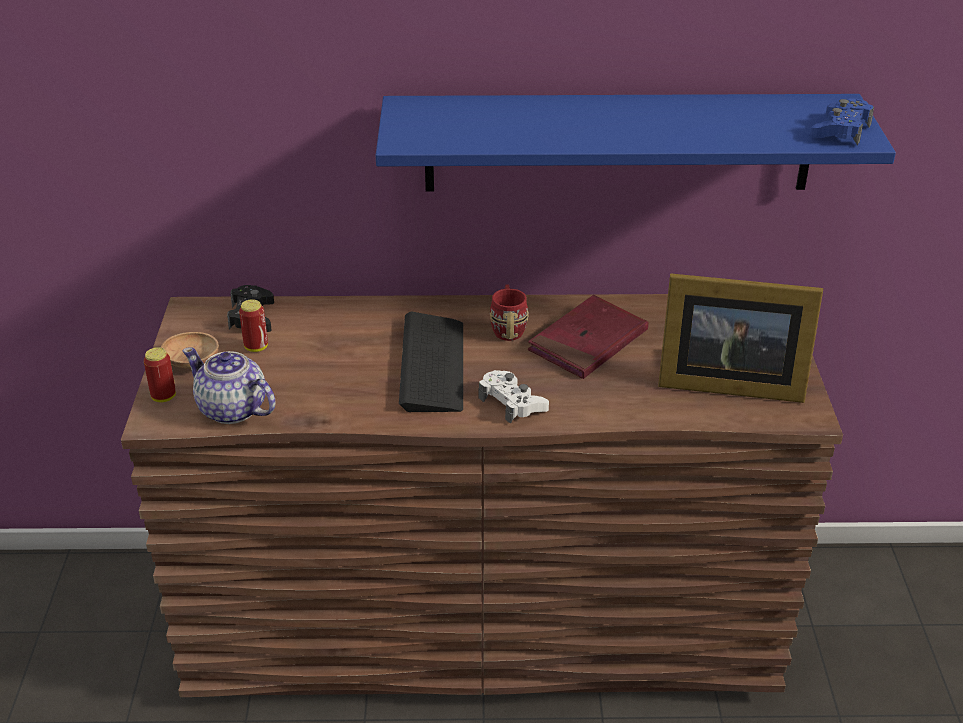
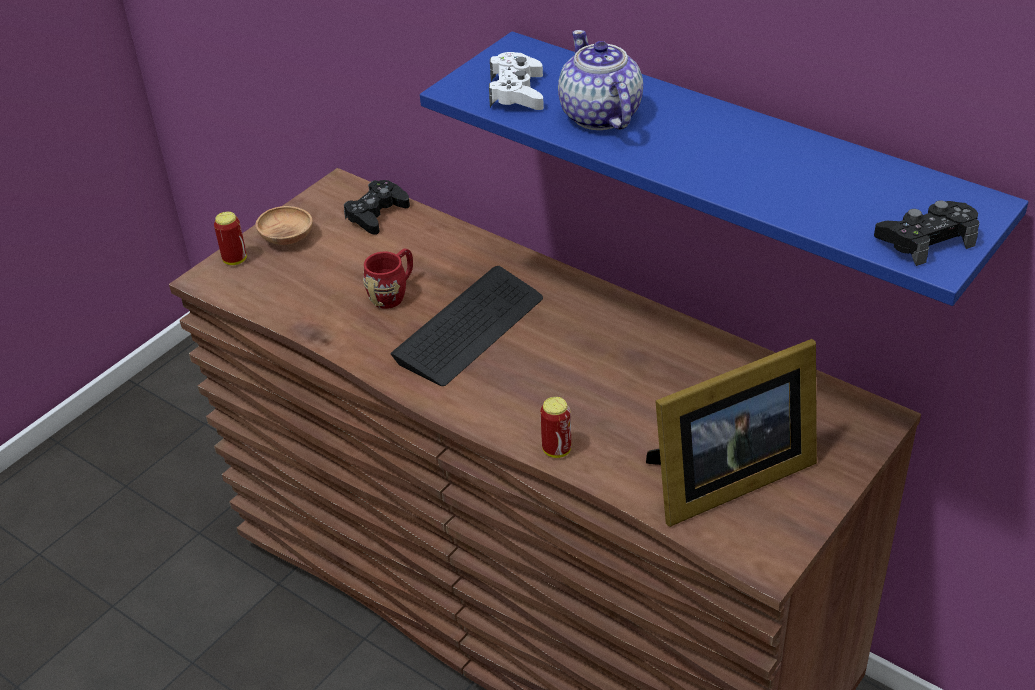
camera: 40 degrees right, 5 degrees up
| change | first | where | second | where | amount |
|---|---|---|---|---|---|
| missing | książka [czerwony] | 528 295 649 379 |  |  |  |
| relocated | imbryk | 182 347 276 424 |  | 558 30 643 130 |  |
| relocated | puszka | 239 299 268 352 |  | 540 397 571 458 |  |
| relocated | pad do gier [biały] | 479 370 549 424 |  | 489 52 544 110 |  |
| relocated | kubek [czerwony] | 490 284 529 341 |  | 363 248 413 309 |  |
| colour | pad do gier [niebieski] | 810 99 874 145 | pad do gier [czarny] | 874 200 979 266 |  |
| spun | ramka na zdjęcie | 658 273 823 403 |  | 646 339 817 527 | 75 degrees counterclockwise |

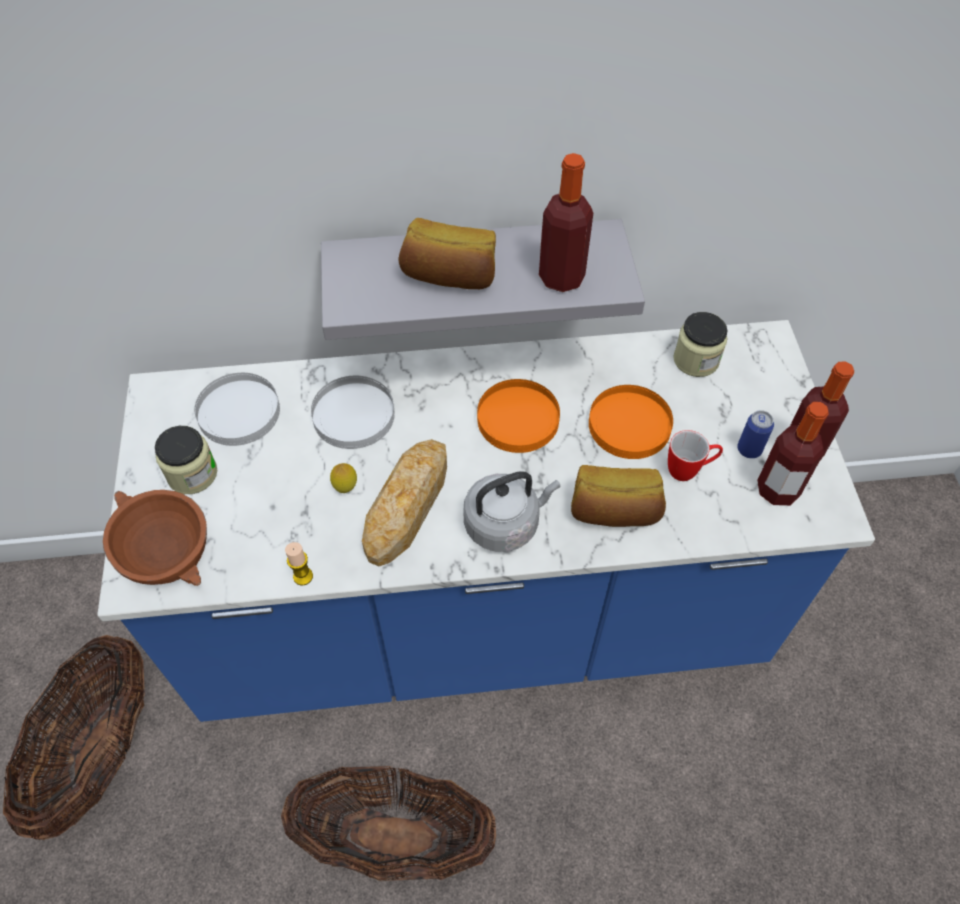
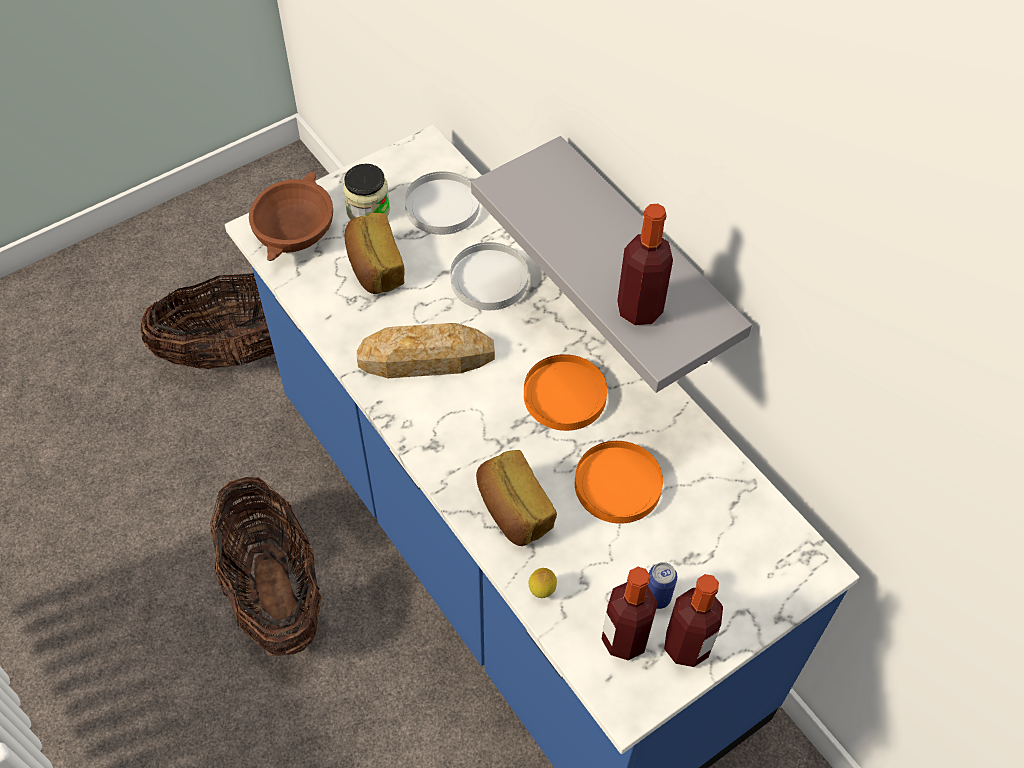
camera: 60 degrees right, 0 degrees up
| change | first | where | second | where | amount |
|---|---|---|---|---|---|
| missing | świeca | 285 542 313 585 |  |  |  |
| missing | czajnik [szary] | 463 471 560 552 |  |  |  |
| missing | kubek | 668 430 723 481 |  |  |  |
| missing | słoik | 673 312 728 377 |  |  |  |
| relocated | cytryna | 330 463 357 493 |  | 529 568 557 598 |  |
| relocated | chleb | 398 218 496 289 |  | 344 213 404 294 |  |

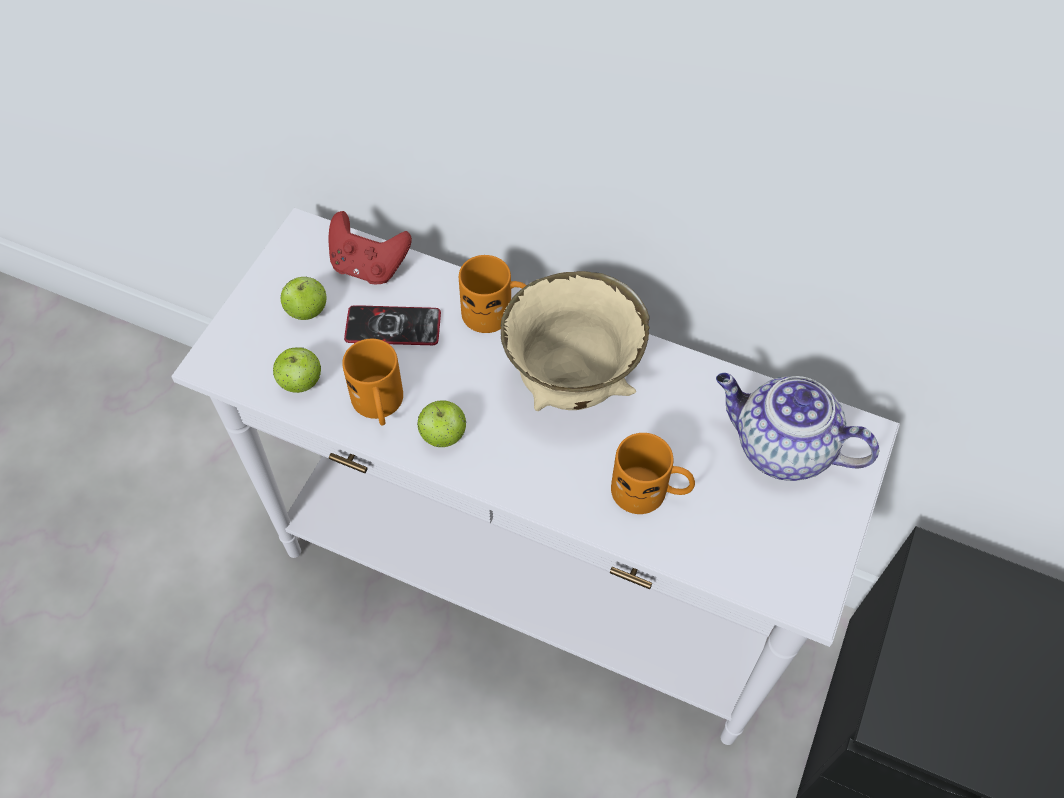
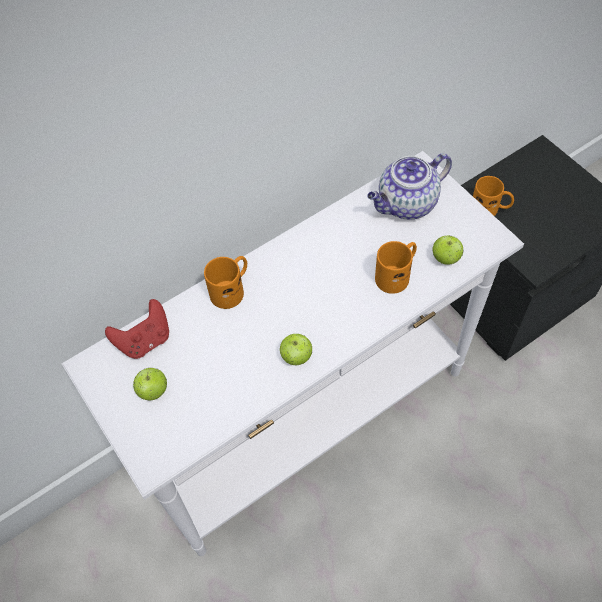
camera: 55 degrees left, 0 degrees up
| change | first | where | second | where | amount |
|---|---|---|---|---|---|
| missing | telefon | 344 305 441 345 |  |  |  |
| missing | miska [beżowy] | 501 271 650 411 |  |  |  |
| relocated | jabłko | 273 347 321 393 |  | 432 235 463 265 |  |
| relocated | kubek [pomarańczowy] | 342 339 403 426 |  | 473 176 514 216 |  |

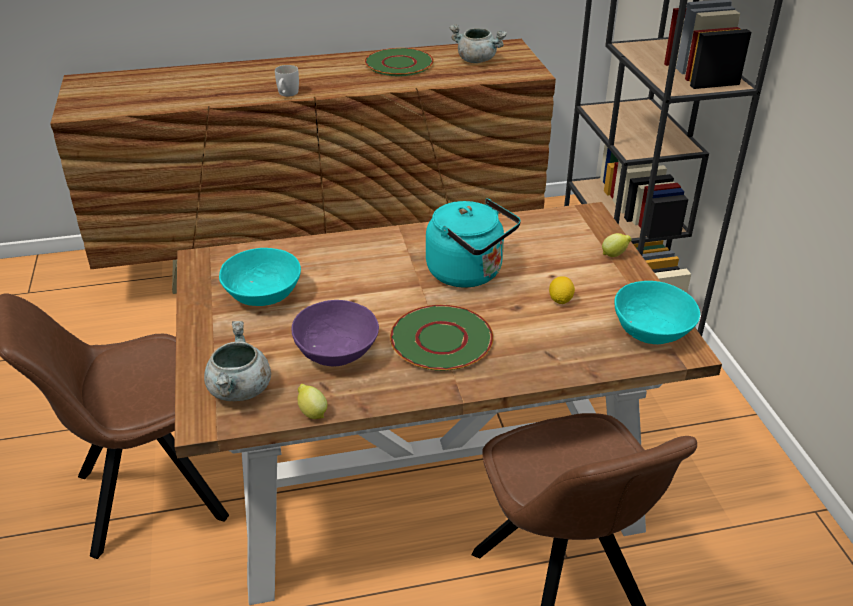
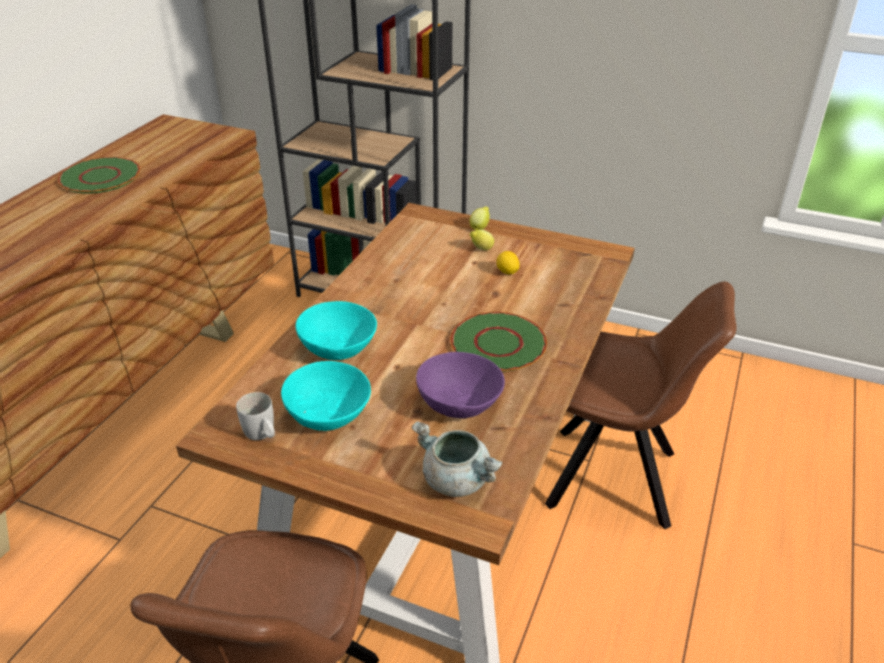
camera: 55 degrees left, 0 degrees up
| change | first | where | second | where | amount |
|---|---|---|---|---|---|
| missing | czajnik [turkusowy] | 426 198 521 288 |  |  |  |
| missing | garnek [szary] | 449 24 507 63 |  |  |  |
| relocated | kubek [biały] | 275 65 299 97 |  | 236 392 275 440 |  |
| relocated | cytryna | 298 384 327 419 |  | 470 229 494 250 |  |
| relocated | miska [turkusowy] | 614 281 700 344 |  | 296 301 377 360 |  |

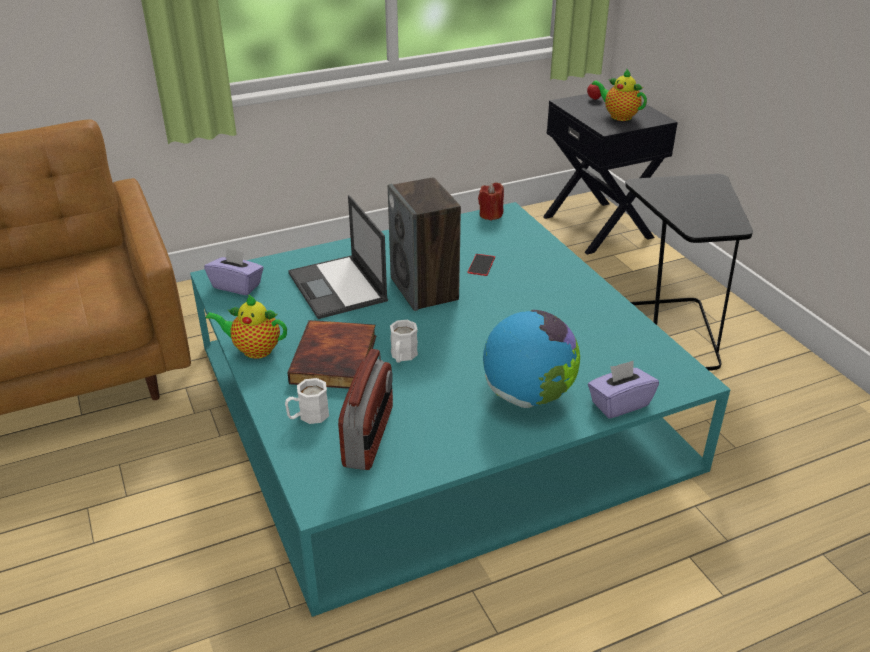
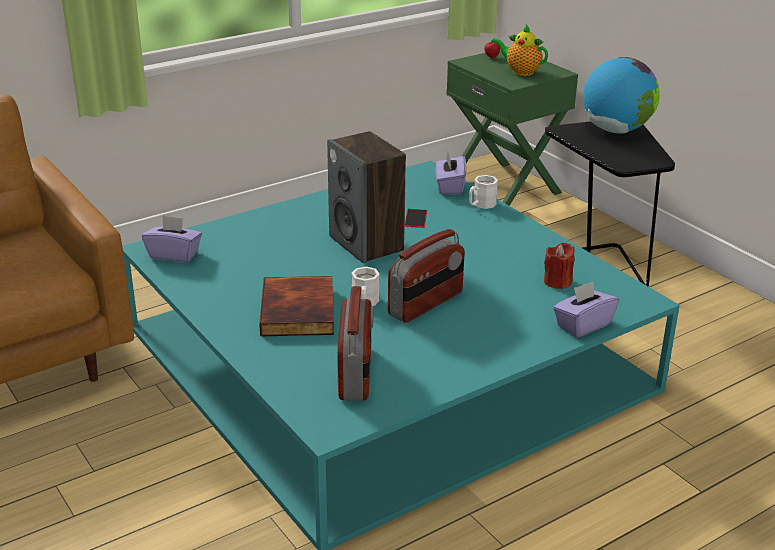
camera: 10 degrees left, 5 degrees down
| change | first | where | second | where | amount |
|---|---|---|---|---|---|
| missing | imbryk | 206 294 287 359 |  |  |  |
| missing | laptop | 288 195 388 319 |  |  |  |
| appeared |  |  | radio | 388 229 465 323 |  |
| appeared |  |  | pudełko chusteczek [fioletowy] | 436 150 466 195 |  |
| relocated | kubek [biały] | 285 378 329 424 |  | 469 175 498 209 |  |
| relocated | świeca [czerwony] | 478 182 504 221 |  | 544 243 575 289 |  |
| relocated | globus | 483 310 580 408 |  | 583 57 660 134 |  |
| colour | szafka nocna [czarny] | 543 94 678 255 | szafka nocna [zielony] | 446 49 578 206 |  |

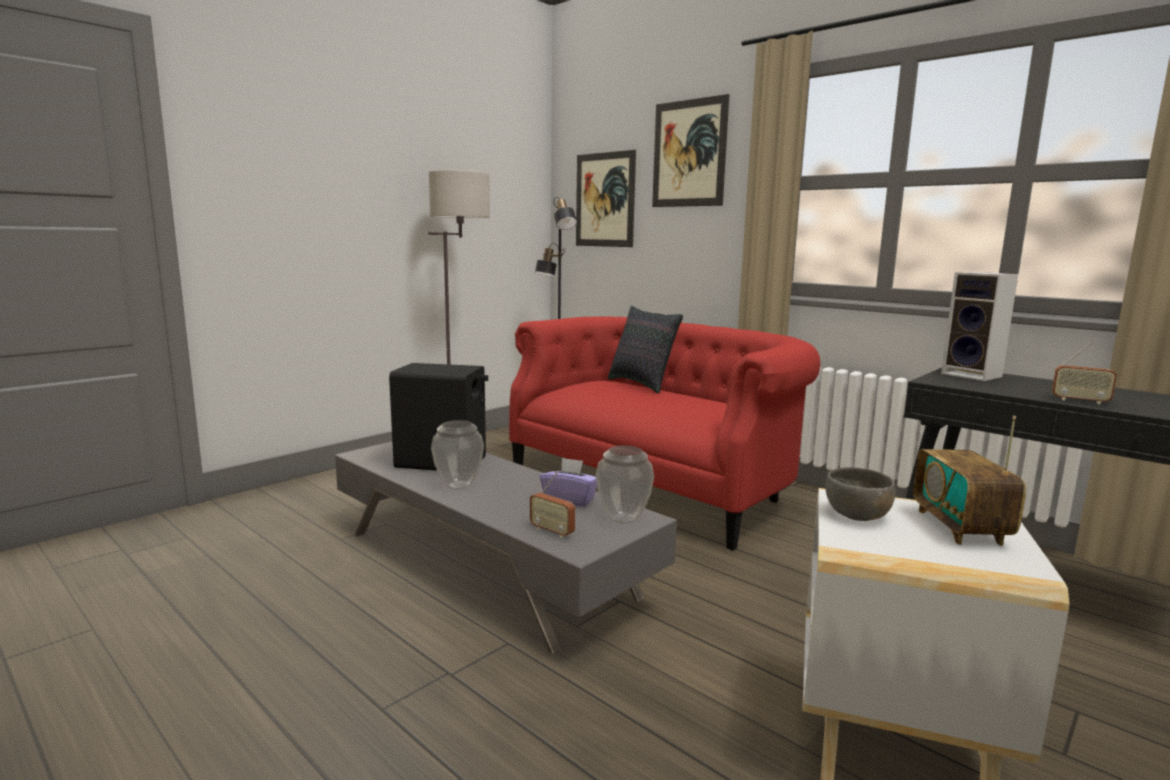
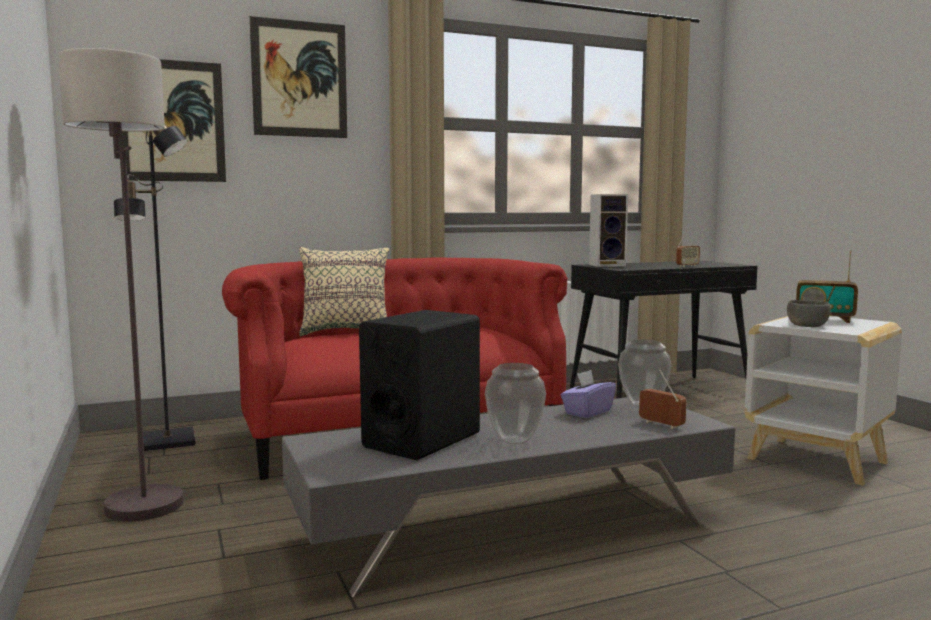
camera: 65 degrees left, 5 degrees down
| change | first | where | second | where | amount |
|---|---|---|---|---|---|
| colour | poduszka [czarny] | 608 306 683 393 | poduszka [beżowy] | 299 247 389 336 |  |
| spun | radio | 530 472 575 538 |  | 639 369 686 429 | 105 degrees counterclockwise |

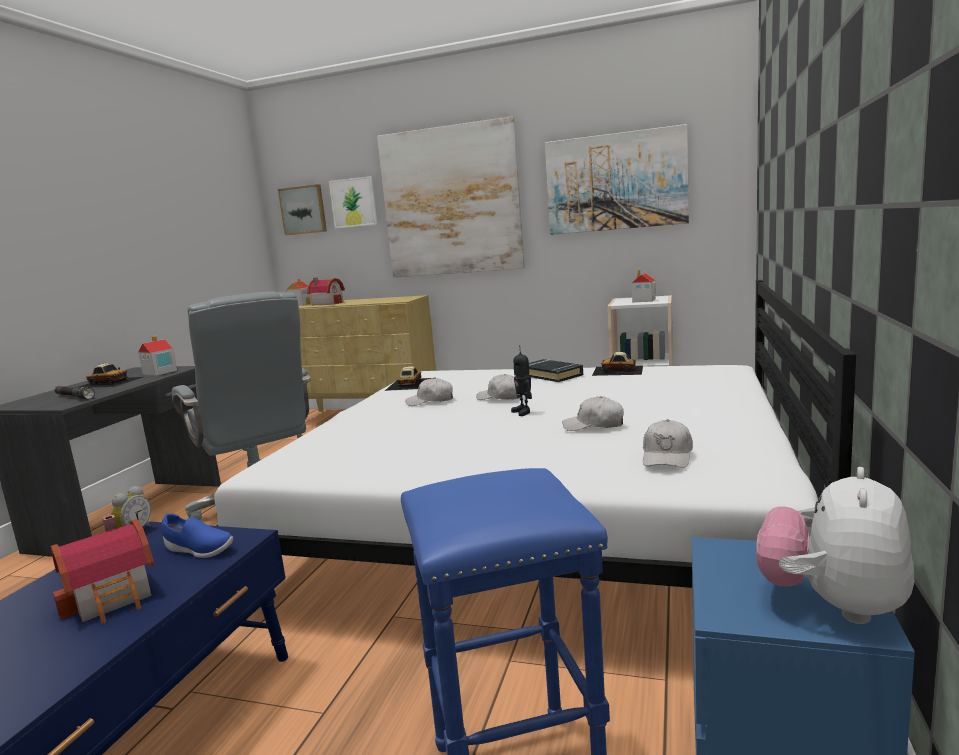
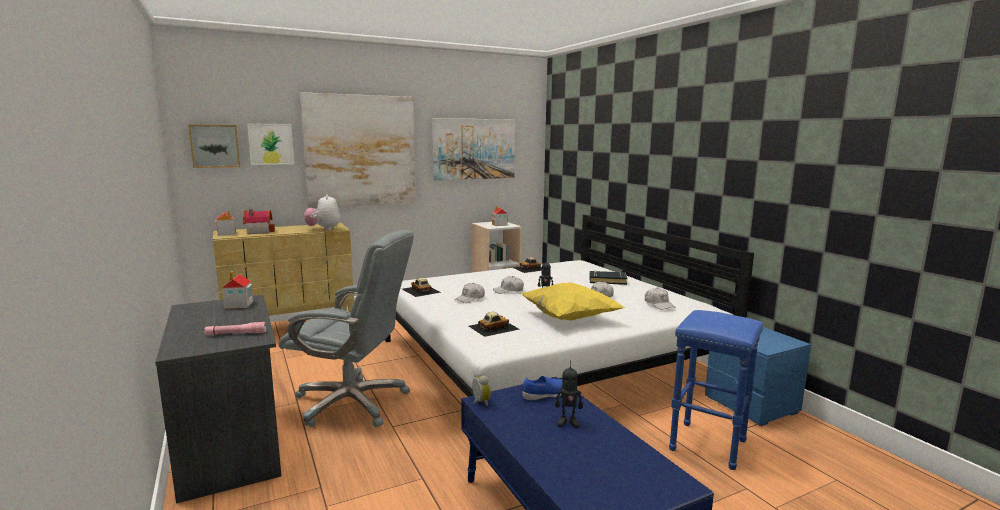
camera: 45 degrees left, 0 degrees up
| change | first | where | second | where | amount |
|---|---|---|---|---|---|
| appeared |  |  | poduszka [żółty] | 519 282 625 321 |  |
| relocated | samochodzik | 75 363 143 388 |  | 469 312 519 337 |  |
| relocated | książka [czarny] | 529 359 583 382 |  | 589 271 627 285 |  |
| relocated | pluszak | 756 467 915 624 |  | 304 194 340 230 |  |
| exchanged | domek | 50 515 154 624 | robot zabawkowy | 555 360 583 428 |  |
| colour | latarka [czarny] | 54 386 95 399 | latarka [różowy] | 204 322 266 335 |  |

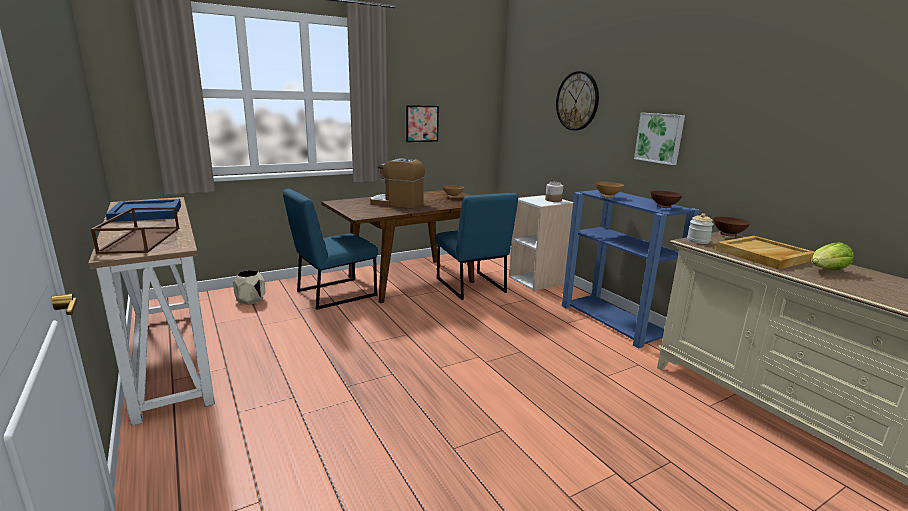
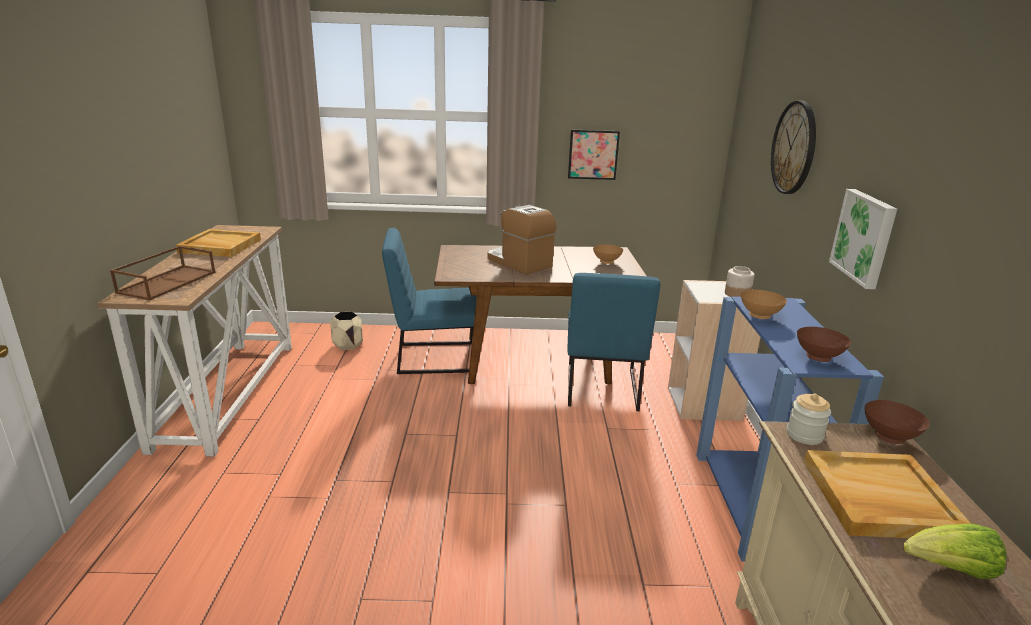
camera: 30 degrees right, 5 degrees up
| change | first | where | second | where | amount |
|---|---|---|---|---|---|
| colour | taca [niebieski] | 106 199 181 222 | taca [beżowy] | 176 229 261 257 |  |

